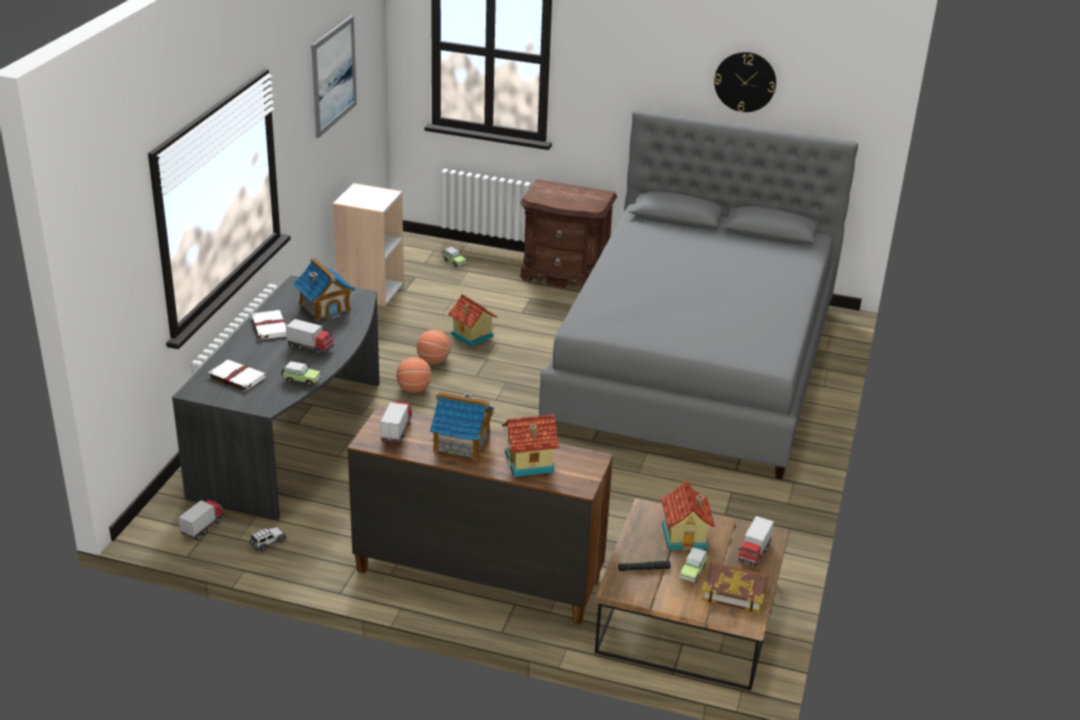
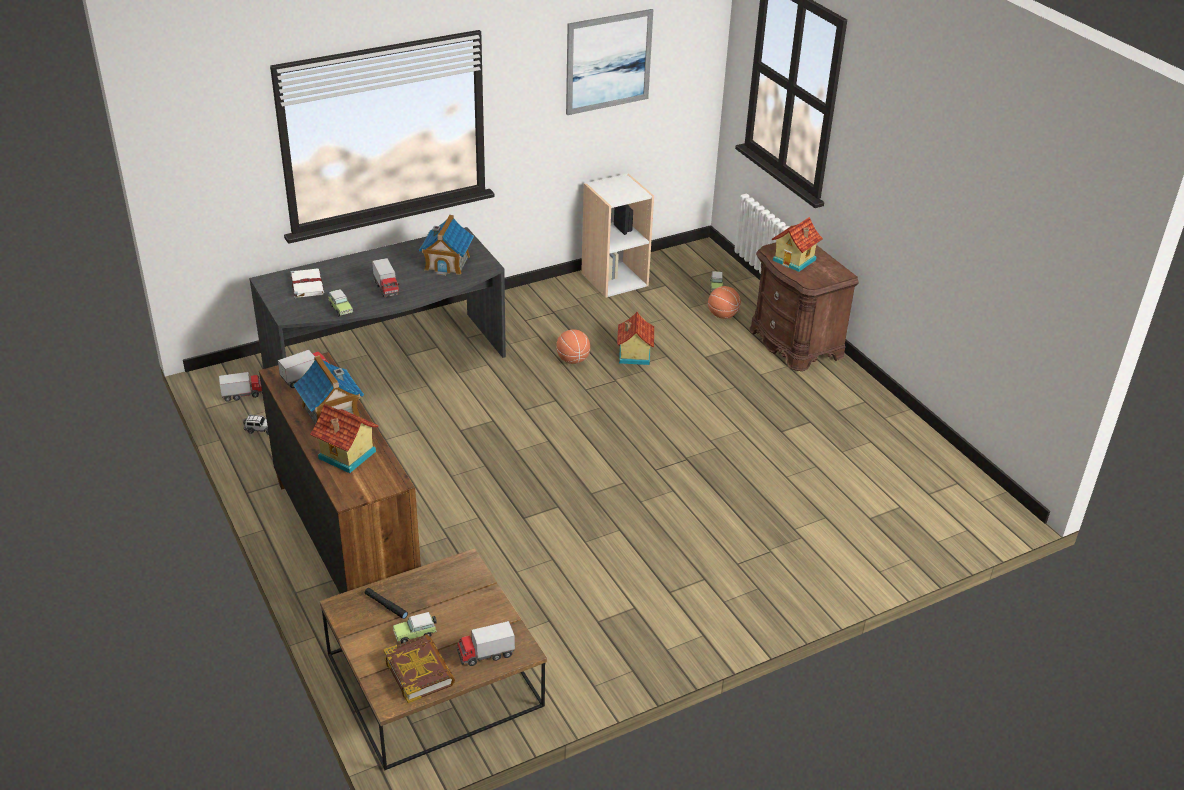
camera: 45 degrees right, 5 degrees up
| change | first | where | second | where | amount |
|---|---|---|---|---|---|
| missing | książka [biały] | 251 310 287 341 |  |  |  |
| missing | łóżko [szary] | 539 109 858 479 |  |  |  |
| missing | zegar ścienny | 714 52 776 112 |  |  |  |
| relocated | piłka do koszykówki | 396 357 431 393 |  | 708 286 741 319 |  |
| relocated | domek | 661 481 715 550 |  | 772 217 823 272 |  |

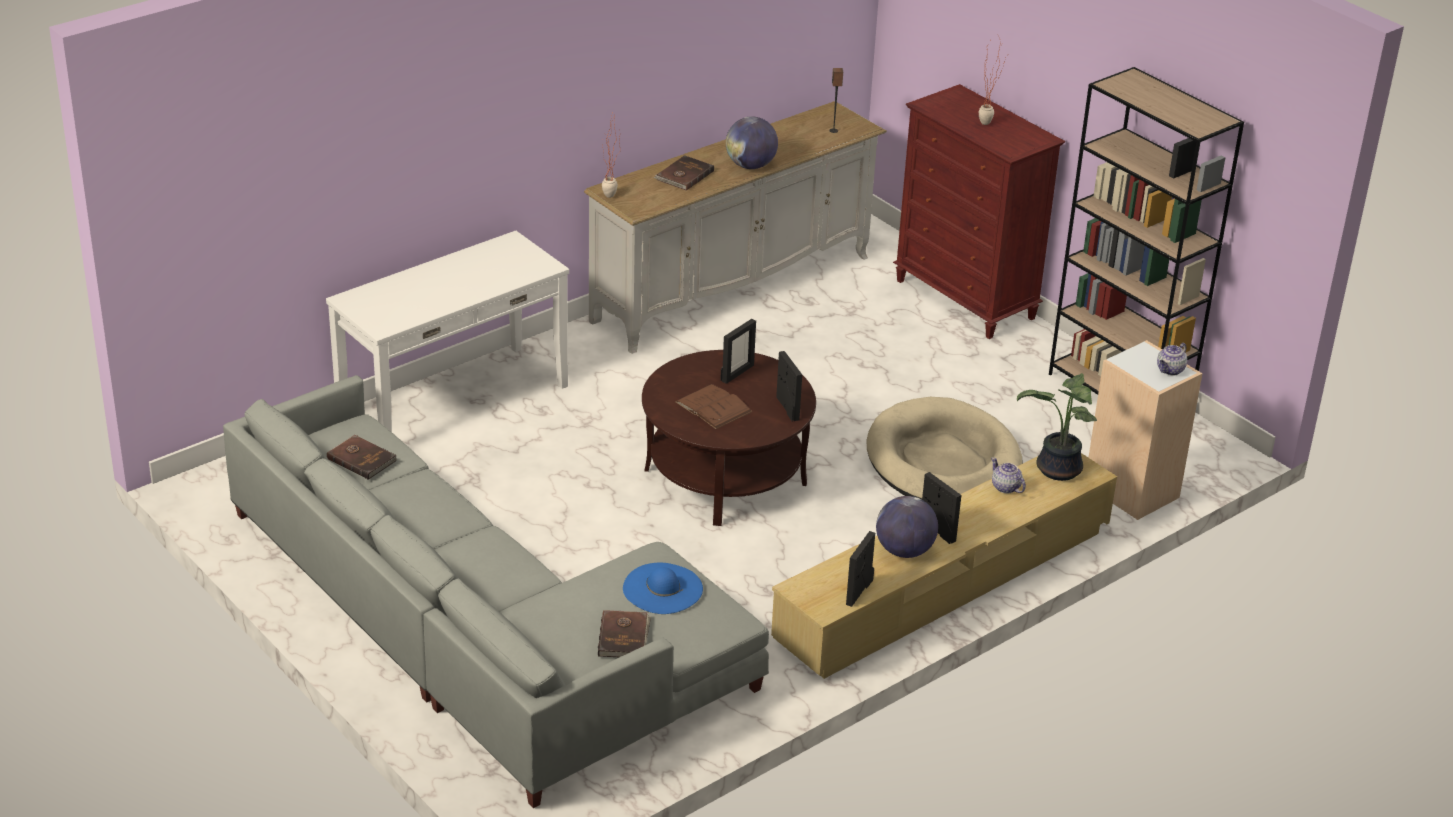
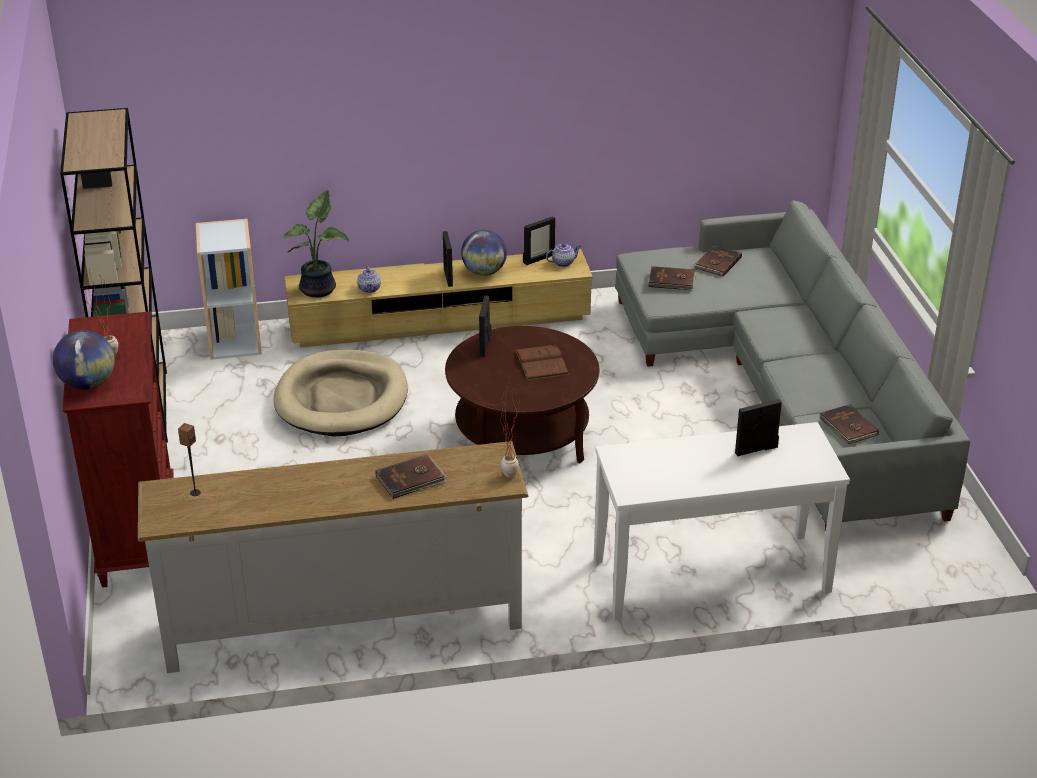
camera: 150 degrees left, 0 degrees up
| change | first | where | second | where | amount |
|---|---|---|---|---|---|
| relocated | ramka na zdjęcie | 720 319 756 384 |  | 735 399 782 456 |  |
| relocated | globus | 726 116 778 169 |  | 53 330 115 390 |  |
| relocated | imbryk | 1157 343 1187 375 |  | 546 243 581 267 |  |
| exchanged | kapelusz [niebieski] | 623 563 703 614 | książka [brązowy] | 648 266 696 290 |  |

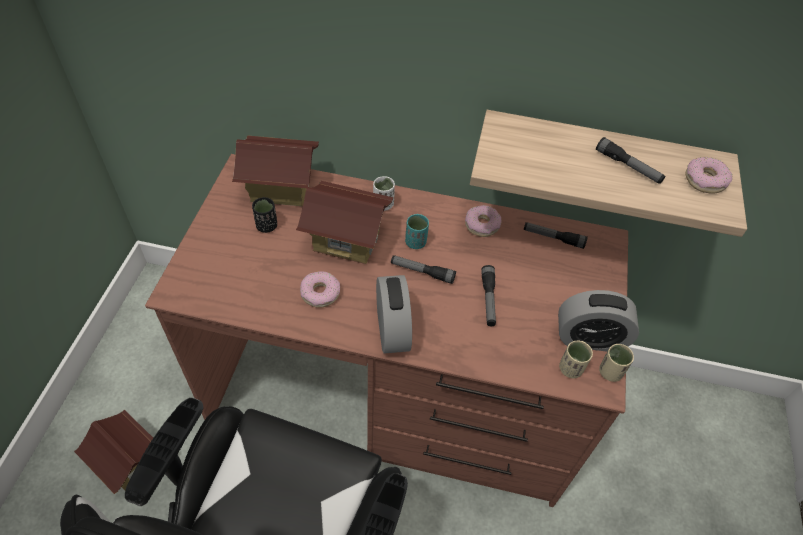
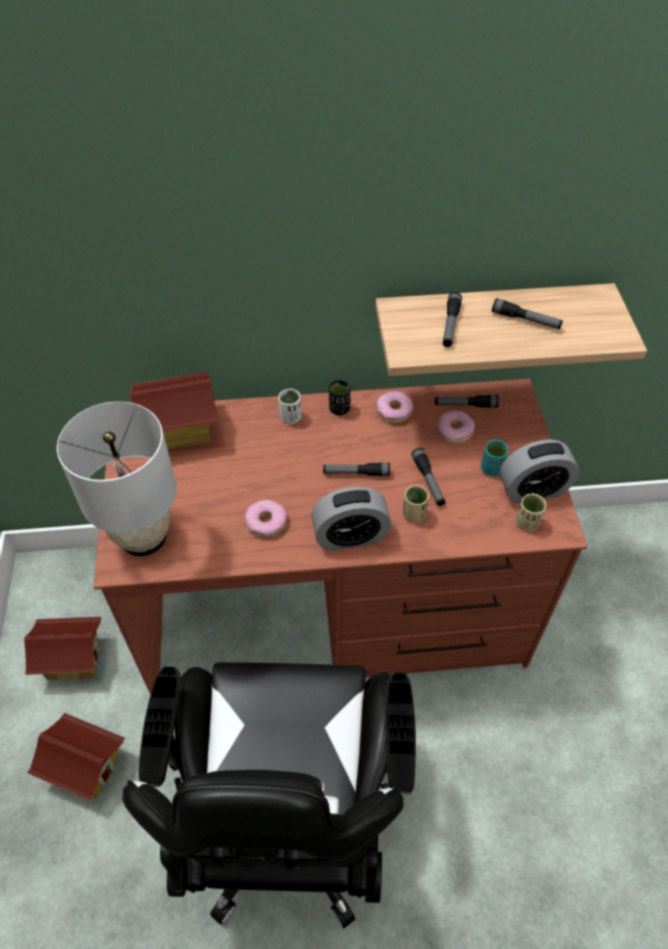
camera: 15 degrees left, 0 degrees up
| change | first | where | second | where | amount |
|---|---|---|---|---|---|
| appeared |  |  | lampa stołowa [biały] | 57 401 177 556 |  |
| appeared |  |  | latarka | 443 292 462 347 |  |
| relocated | filiżanka [czarny] | 252 197 277 233 |  | 329 380 351 415 |  |
| relocated | domek | 296 181 393 264 |  | 24 617 101 680 |  |
| relocated | filiżanka [turkusowy] | 405 214 429 249 |  | 481 440 509 476 |  |
| relocated | filiżanka [beżowy] | 599 344 634 382 |  | 403 485 429 523 |  |
| relocated | donut | 686 157 732 193 |  | 437 411 475 444 |  |
| spun | budzik | 376 275 412 354 |  | 311 486 391 551 | 105 degrees clockwise |

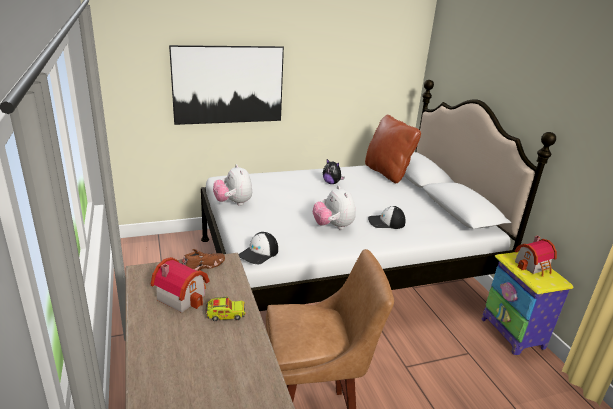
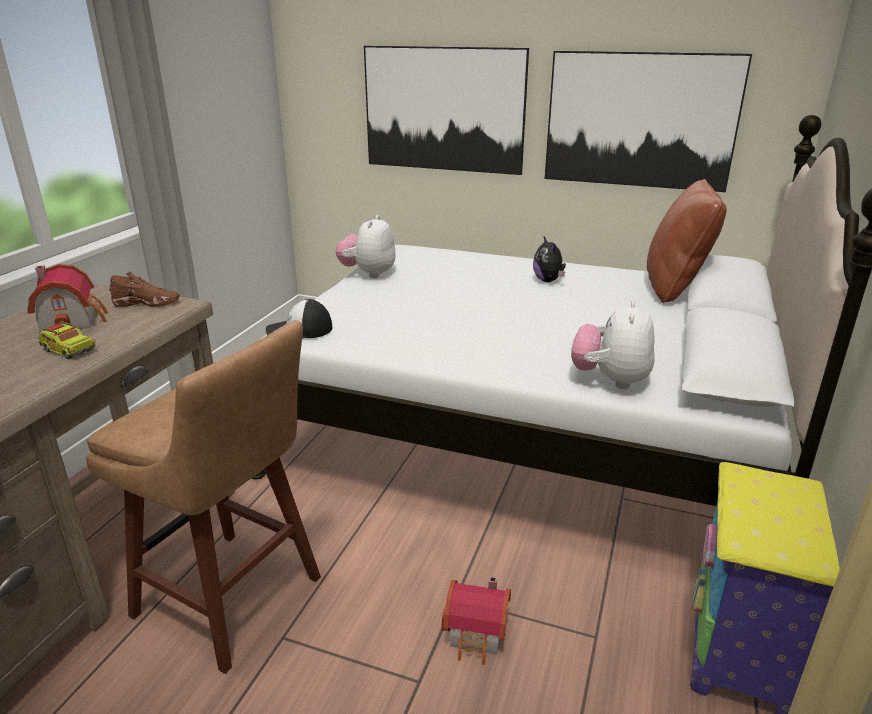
camera: 40 degrees right, 0 degrees up
| change | first | where | second | where | amount |
|---|---|---|---|---|---|
| missing | czapka z daszkiem | 368 206 406 229 |  |  |  |
| appeared |  |  | obraz | 545 51 752 192 |  |
| relocated | pluszak | 313 186 356 230 |  | 571 300 655 389 |  |
| relocated | domek | 515 235 557 277 |  | 442 576 511 665 |  |

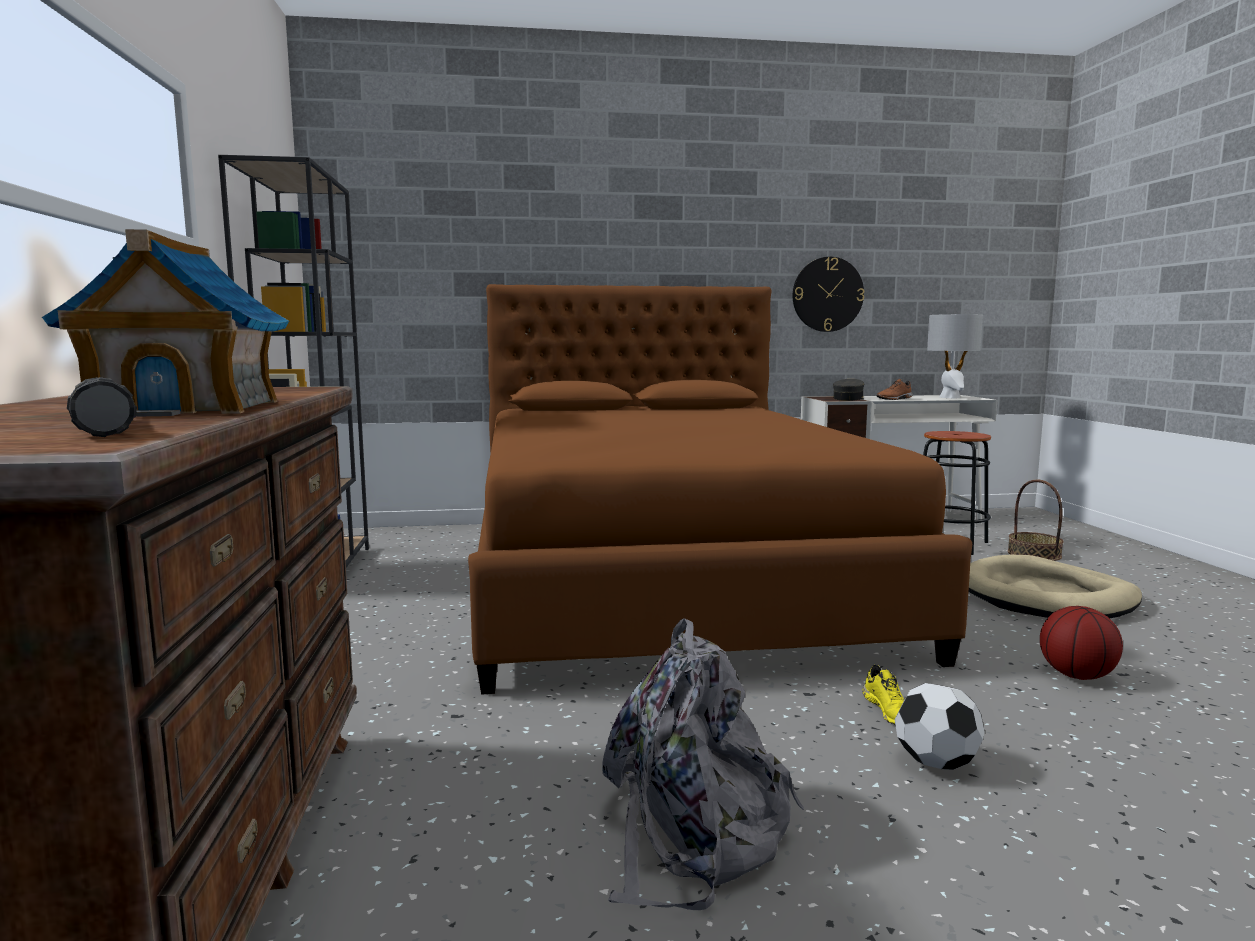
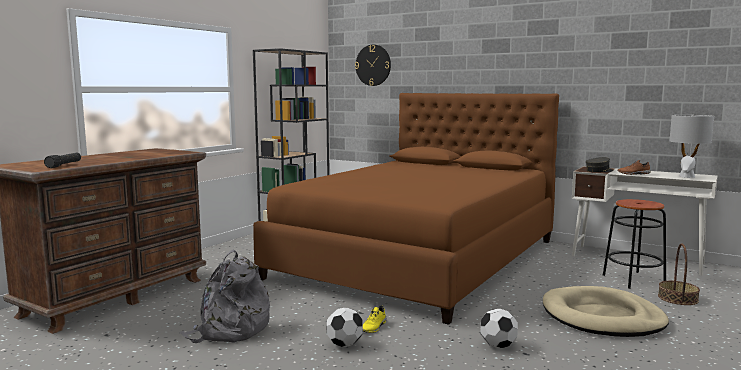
camera: 40 degrees right, 0 degrees up
| change | first | where | second | where | amount |
|---|---|---|---|---|---|
| missing | domek | 42 229 289 417 |  |  |  |
| relocated | zegar ścienny | 793 257 864 332 |  | 355 44 391 86 |  |
| exchanged | piłka do koszykówki | 1040 606 1123 680 | piłka futbolowa | 480 309 518 348 |  |

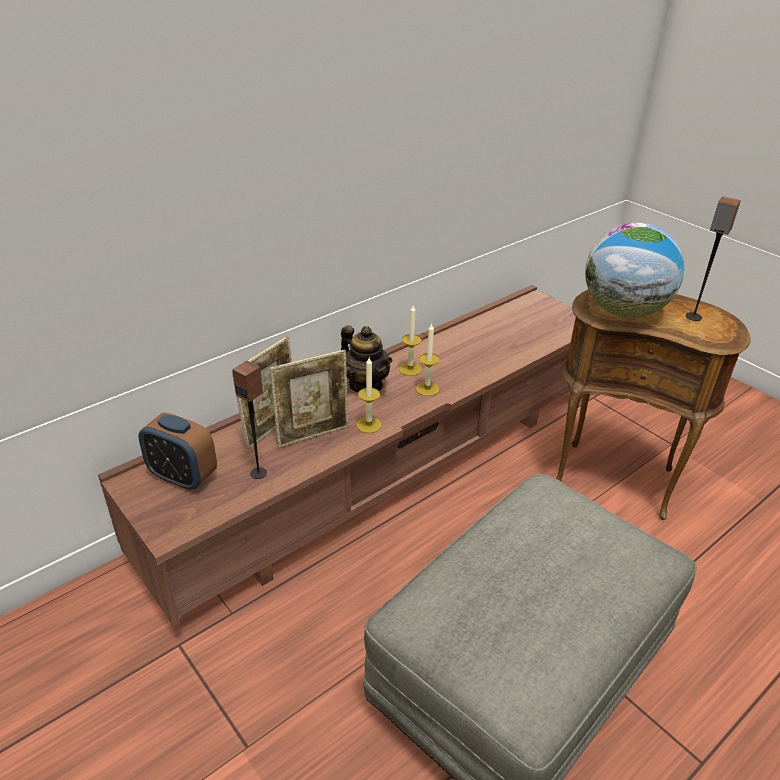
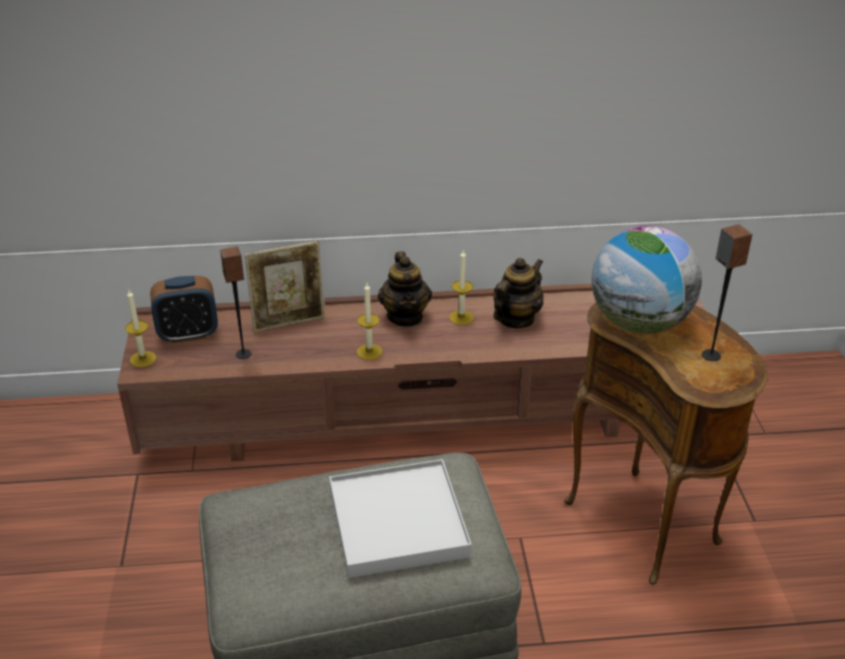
camera: 35 degrees right, 0 degrees up
| change | first | where | second | where | amount |
|---|---|---|---|---|---|
| missing | ramka na zdjęcie | 270 350 349 448 |  |  |  |
| appeared |  |  | taca [biały] | 329 459 471 578 |  |
| appeared |  |  | imbryk | 493 258 544 328 |  |
| relocated | świeca | 416 323 440 396 |  | 125 290 156 367 |  |
| spun | budzik | 138 412 217 491 |  | 150 276 218 343 | 75 degrees counterclockwise |

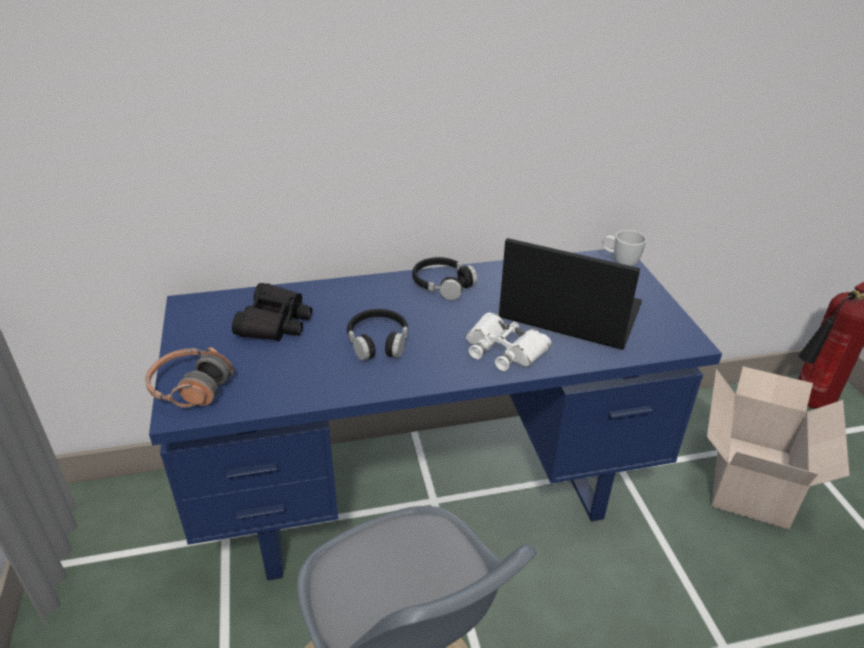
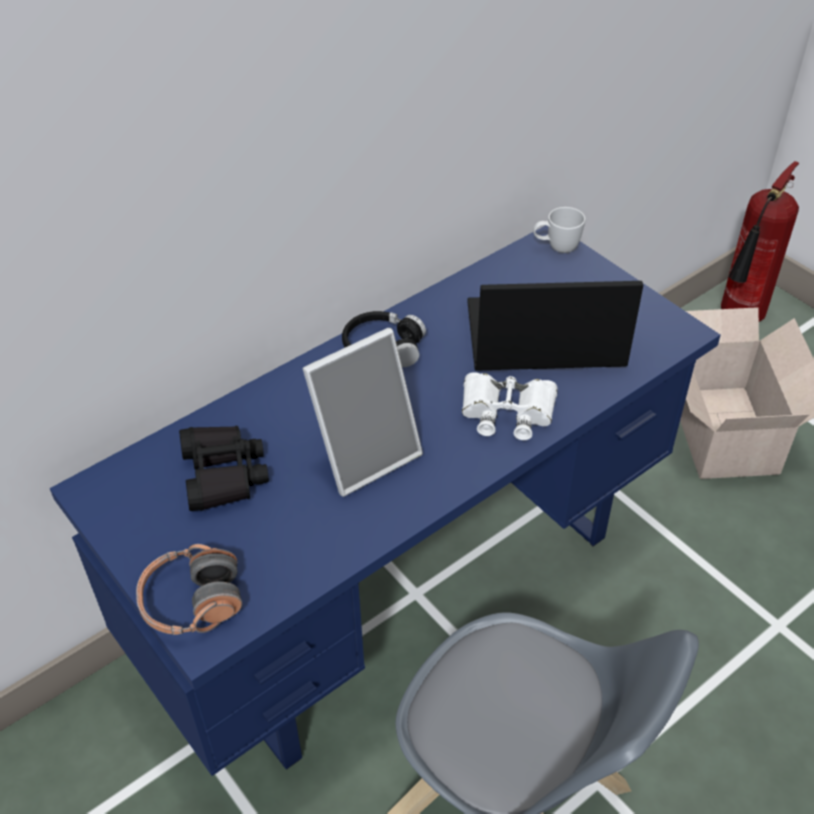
camera: 25 degrees left, 10 degrees up
| change | first | where | second | where | amount |
|---|---|---|---|---|---|
| exchanged | słuchawki [czarny] | 347 309 408 361 | ramka na zdjęcie | 303 328 423 496 |  |

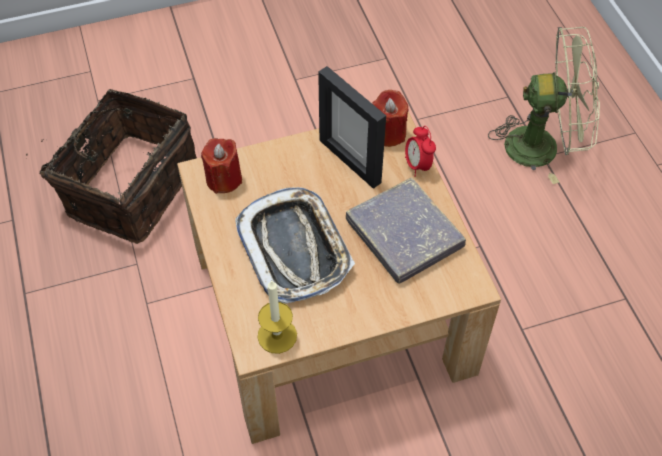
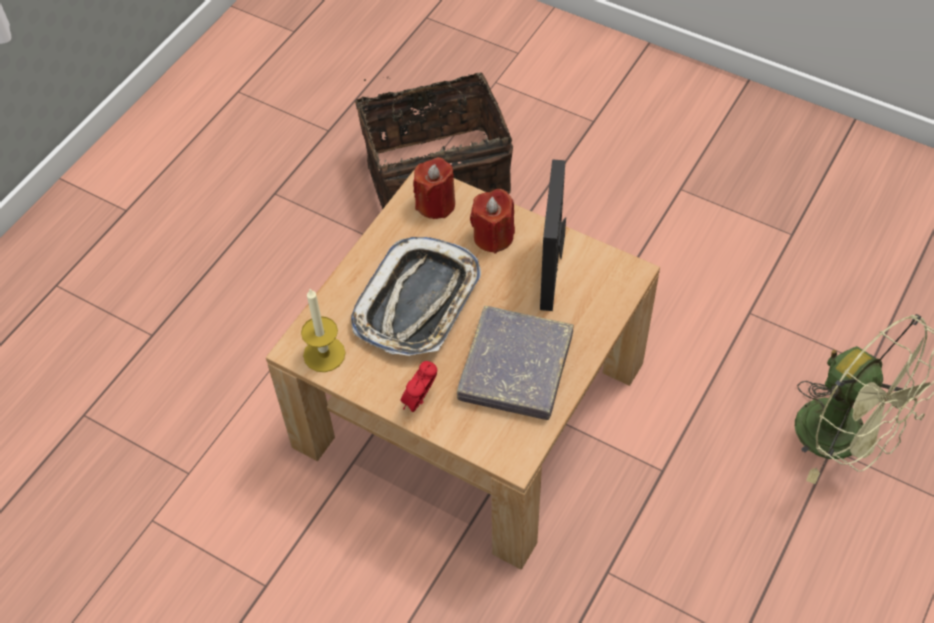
camera: 50 degrees right, 0 degrees up
| change | first | where | second | where | amount |
|---|---|---|---|---|---|
| relocated | świeca [czerwony] | 372 90 408 147 |  | 470 189 515 254 |  |
| relocated | budzik | 405 126 436 177 |  | 400 361 437 412 |  |

